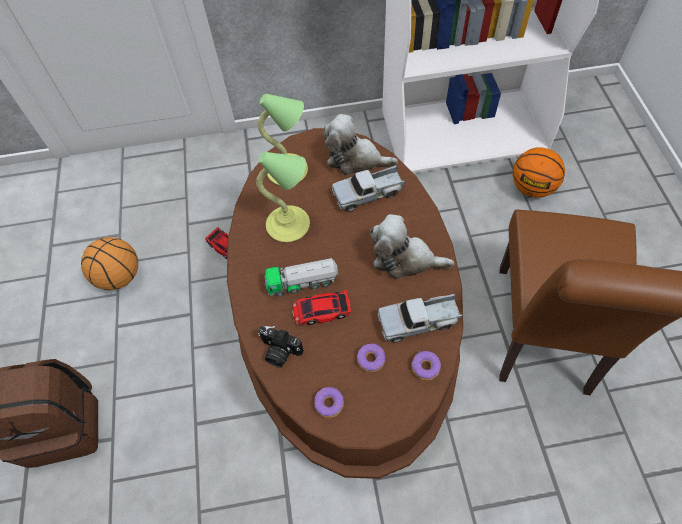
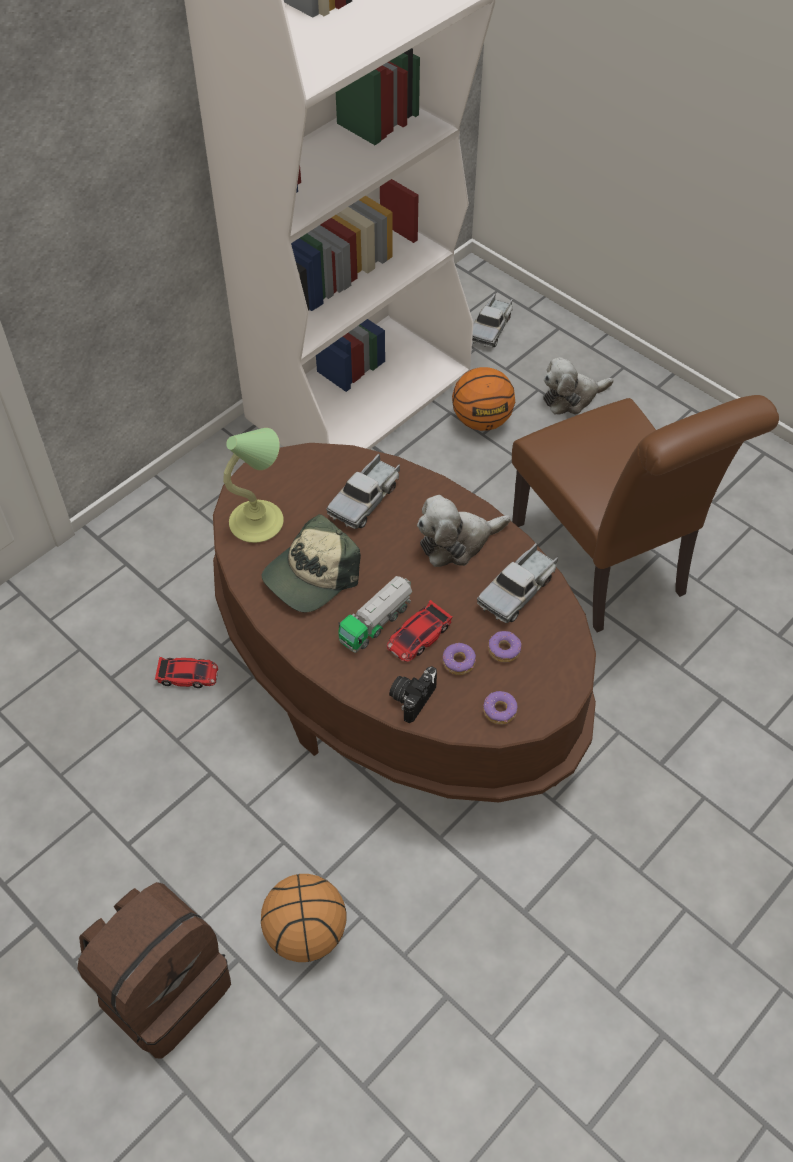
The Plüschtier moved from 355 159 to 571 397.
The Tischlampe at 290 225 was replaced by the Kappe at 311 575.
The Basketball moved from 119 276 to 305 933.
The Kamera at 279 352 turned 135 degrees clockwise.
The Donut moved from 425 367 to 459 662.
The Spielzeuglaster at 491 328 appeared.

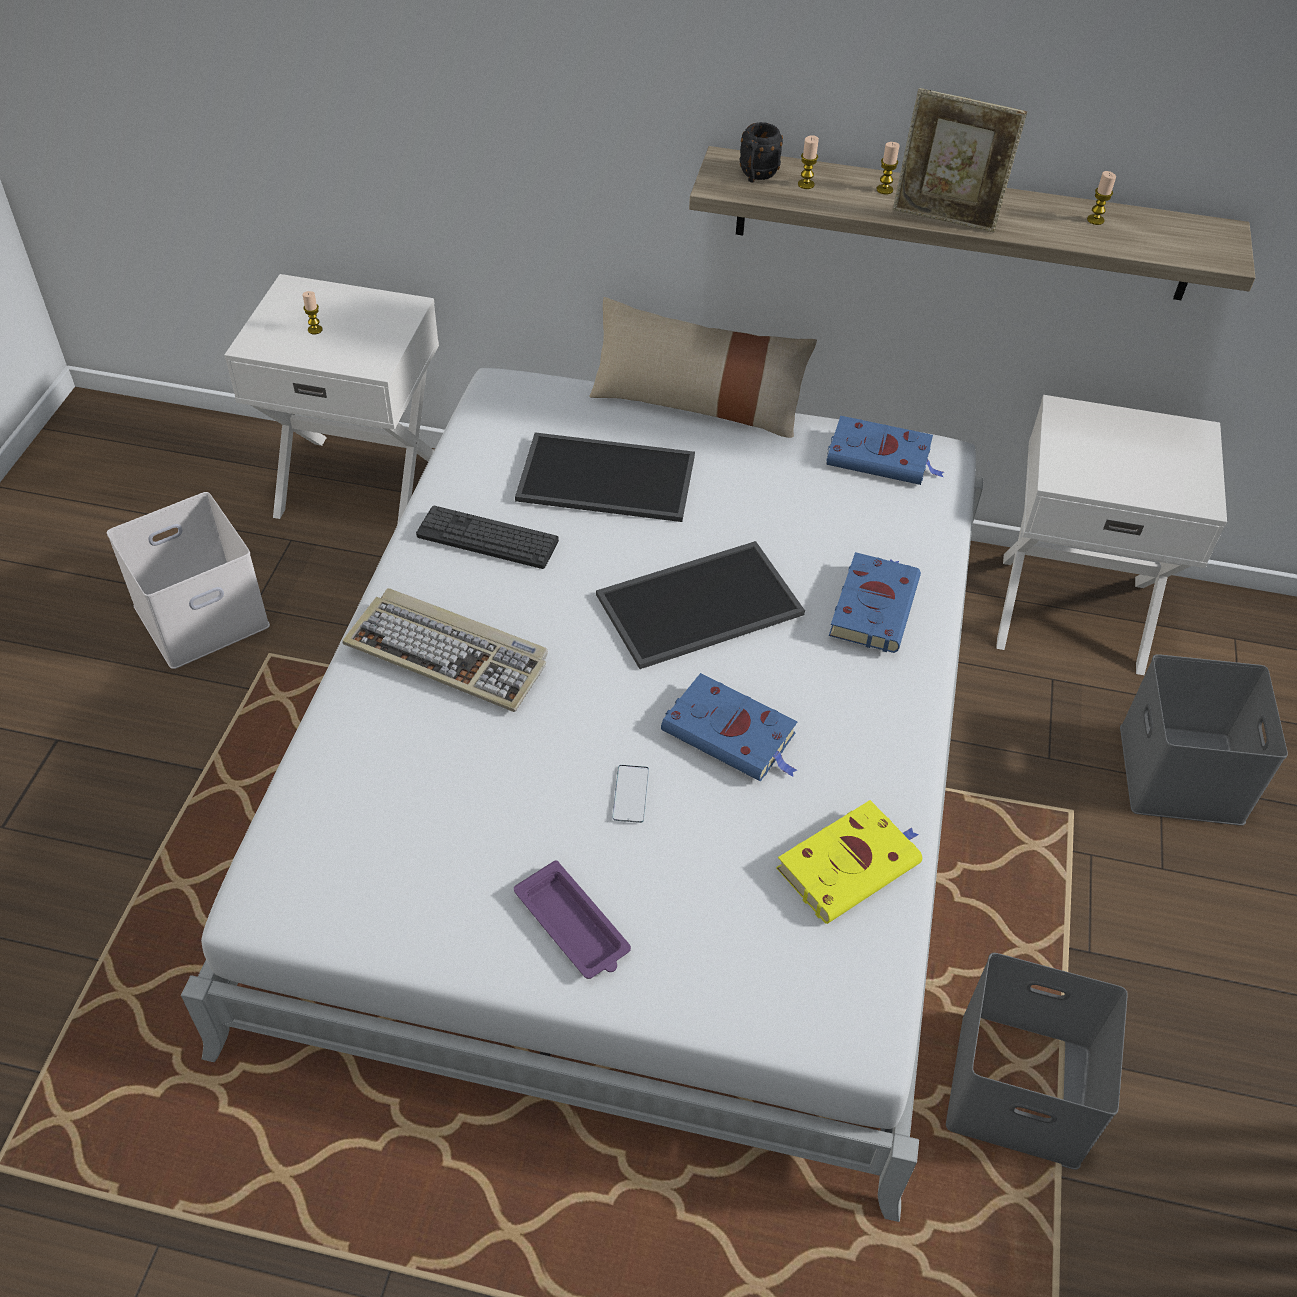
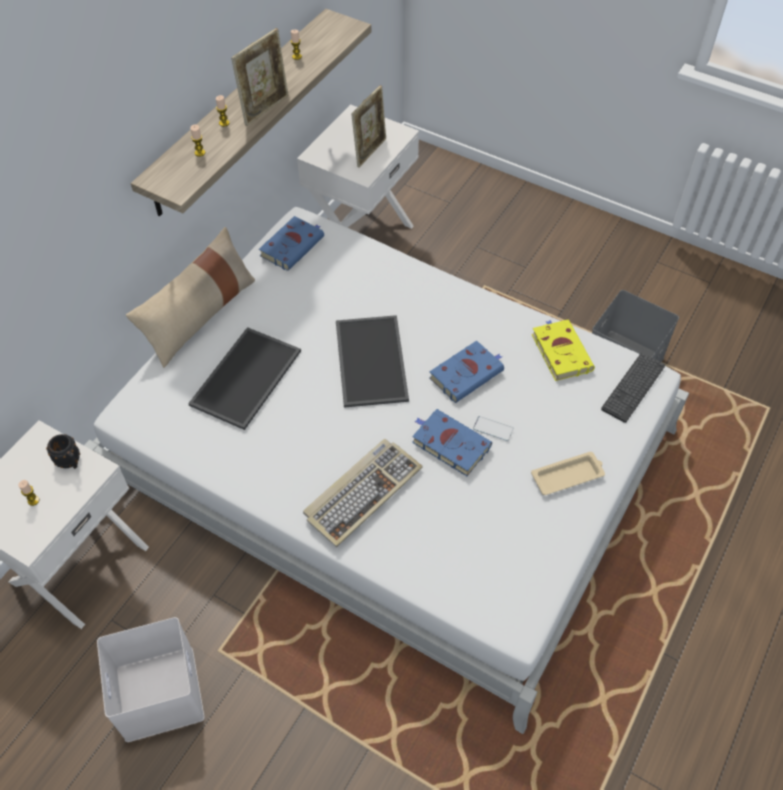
The Henkelbecher [schwarz] moved from 756 176 to 70 462.
The Tastatur moved from 487 538 to 633 387.
The Buch [blau] moved from 874 605 to 449 444.
The Aufbewahrungsbox [grau] at 1184 776 disappeared.
The Tablett [lila] at 573 926 became the Tablett [beige] at 568 476.
The Bilderrahmen at 370 152 appeared.

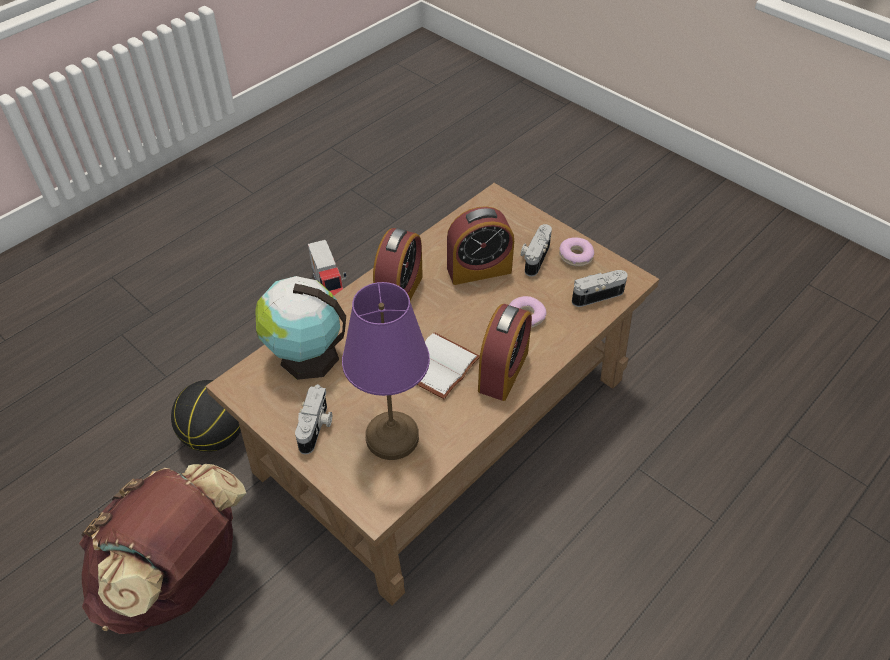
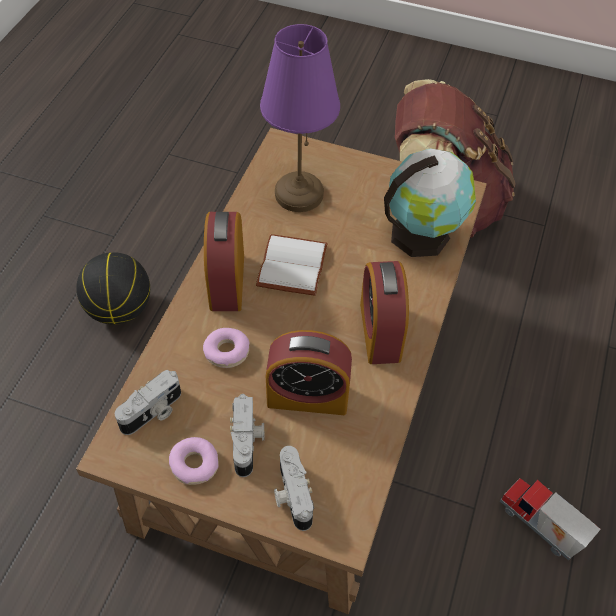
The Wecker at 479 270 turned 135 degrees counterclockwise.
The Basketball moved from 215 435 to 120 309.
The Kamera moved from 316 427 to 291 495.

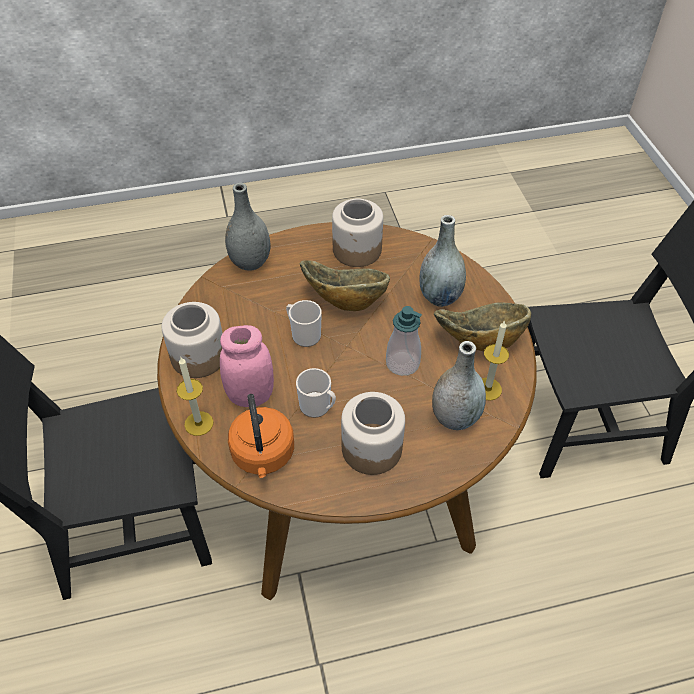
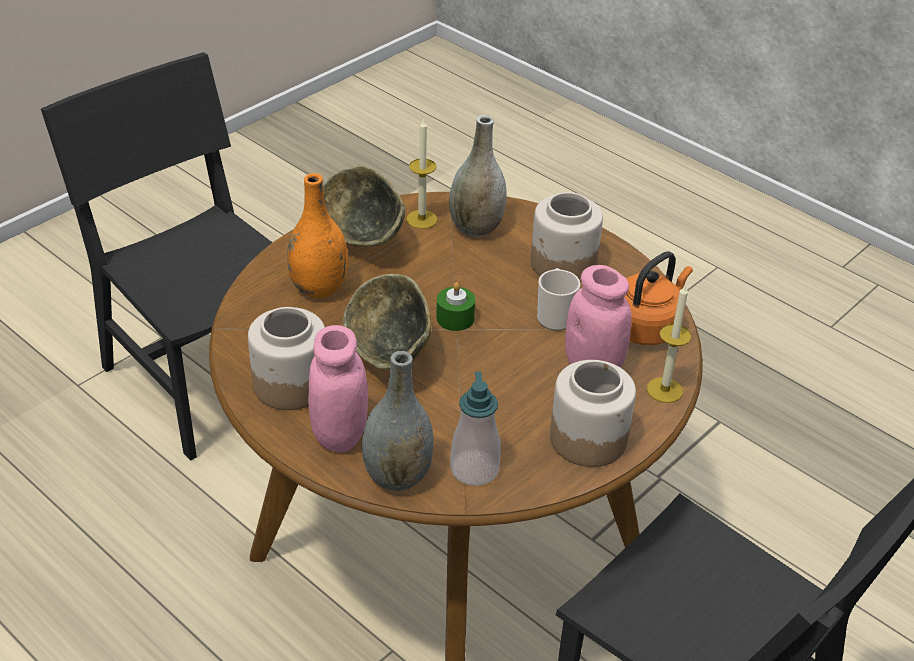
The Vase [grau] at 439 297 became the Vase [orange] at 319 288.
The Henkelbecher at 303 334 disappeared.
The Seifenspender moved from 402 363 to 474 469.
The Kerze [grün] at 455 318 appeared.
The Vorratsglas [rosa] at 339 435 appeared.

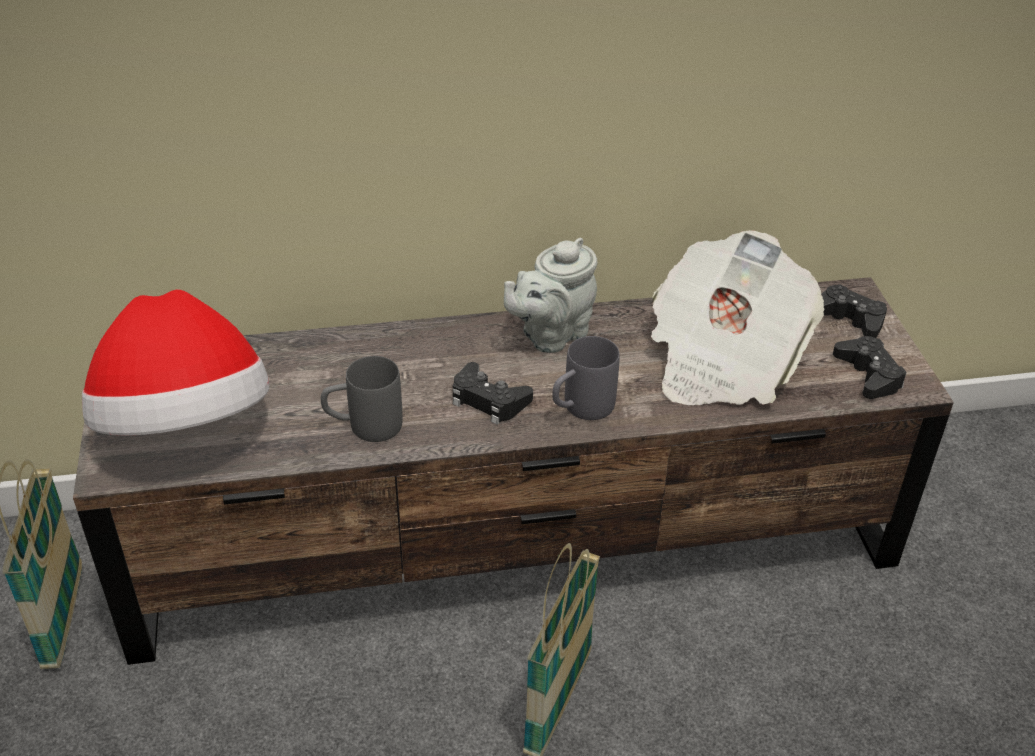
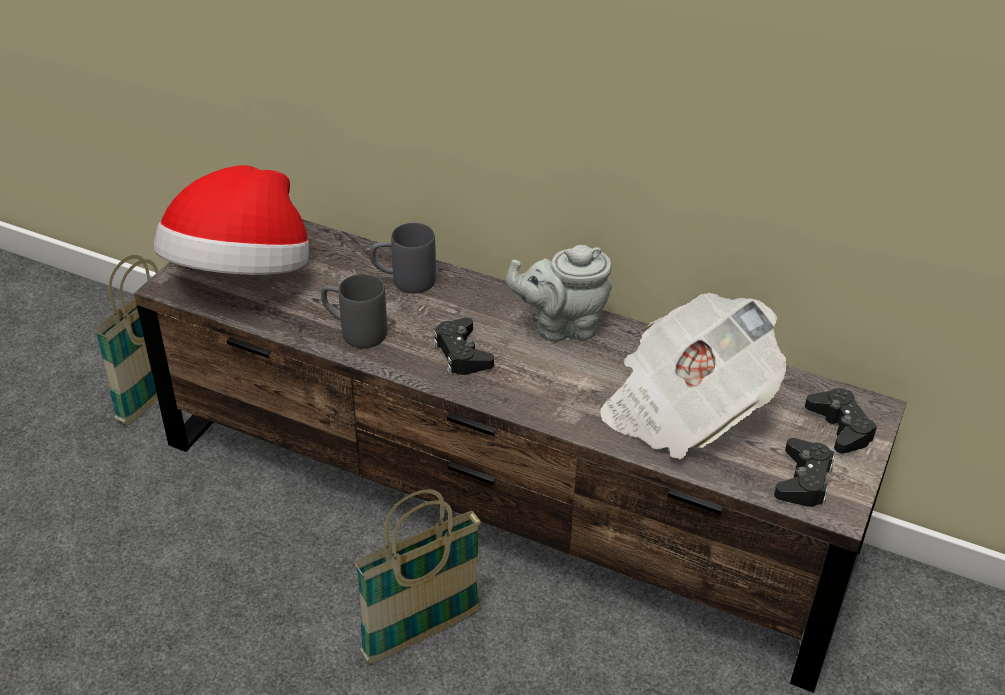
The Henkelbecher [grau] moved from 580 409 to 404 281.

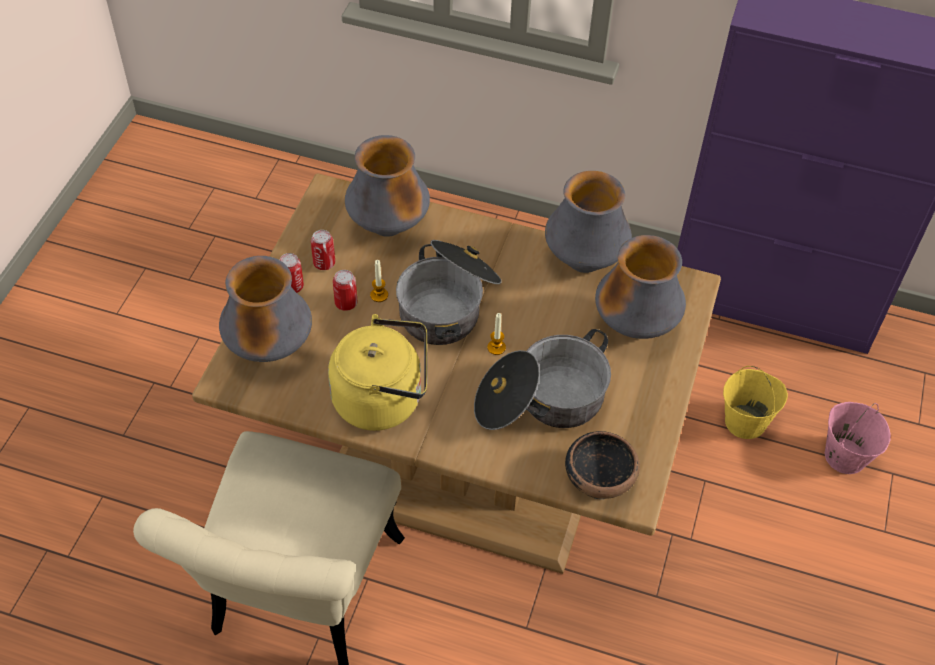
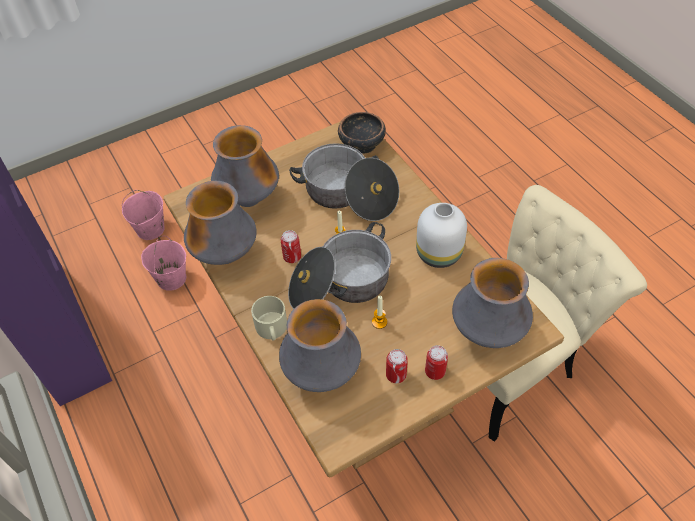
The Dose moved from 346 303 to 292 257.
The Wasserkessel [gelb] at 383 399 was replaced by the Vase [weiß] at 438 252.
The Eimer [gelb] at 745 421 became the Eimer [rosa] at 171 278.
The Henkelbecher [beige] at 272 329 appeared.

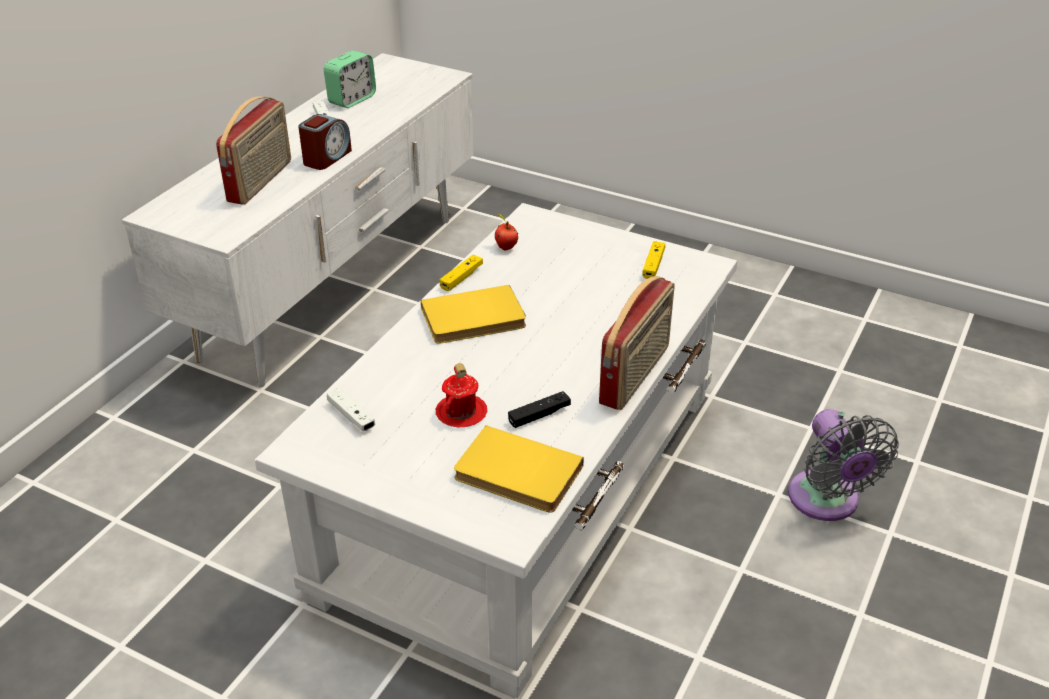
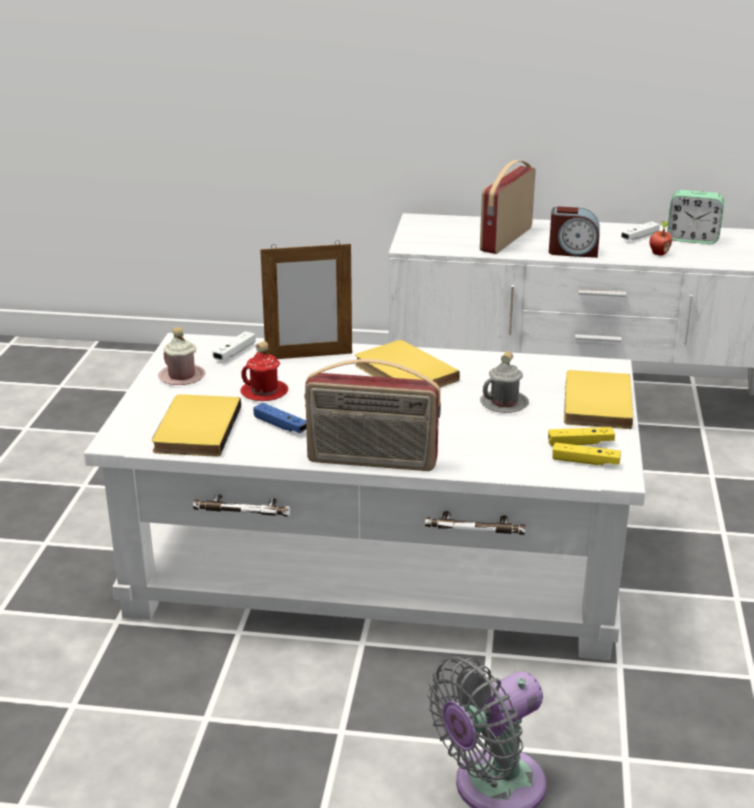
The Radio at 261 182 turned 120 degrees clockwise.
The Apfel moved from 505 247 to 658 253.
The Gamepad [gelb] moved from 461 278 to 585 462.
The Gamepad [schwarz] at 539 415 became the Gamepad [blau] at 280 425.
The Bilderrahmen at 309 356 appeared.
The Henkelbecher [rosa] at 182 377 appeared.
The Henkelbecher [grau] at 504 404 appeared.
The Buch [gelb] at 593 403 appeared.

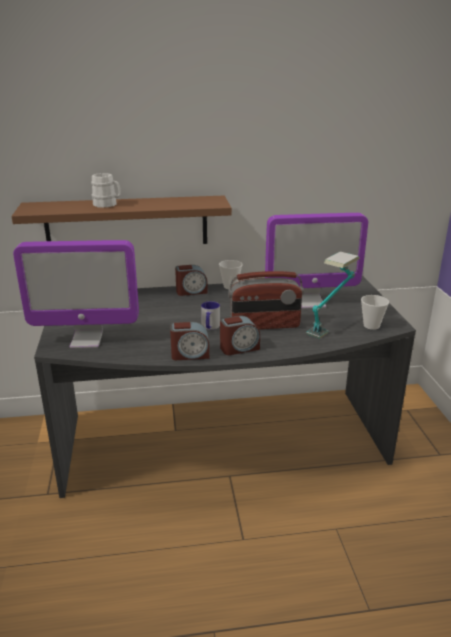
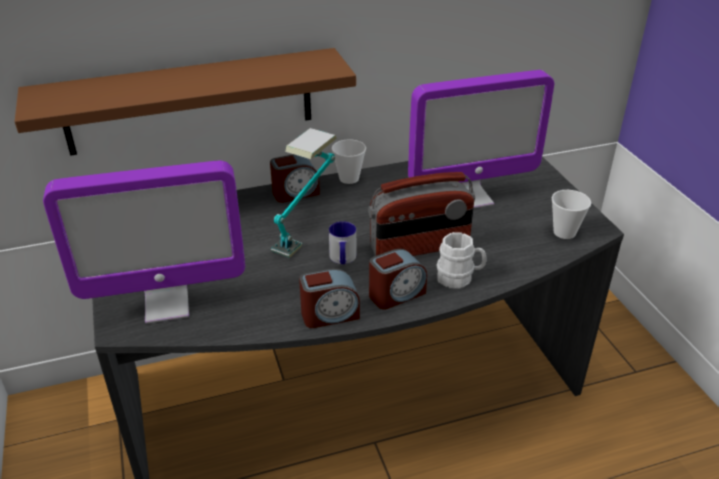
The Henkelbecher [weiß] moved from 108 205 to 459 278.
The Tischlampe moved from 330 324 to 306 230.

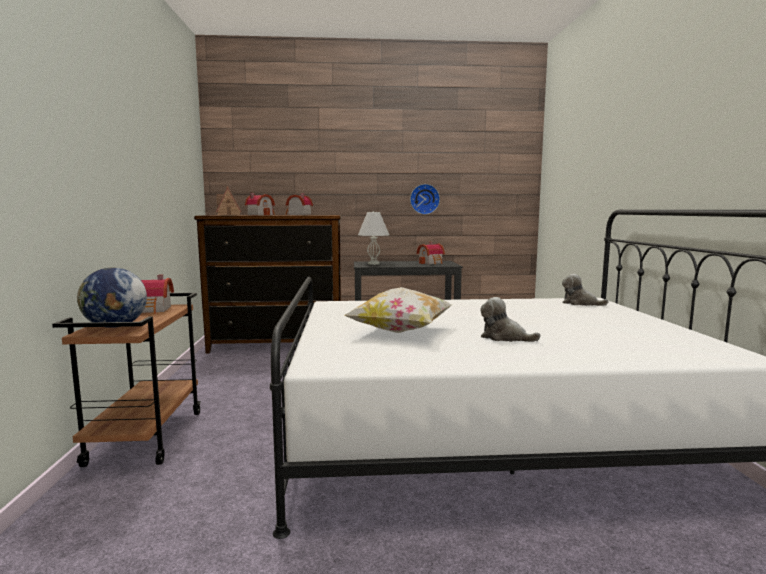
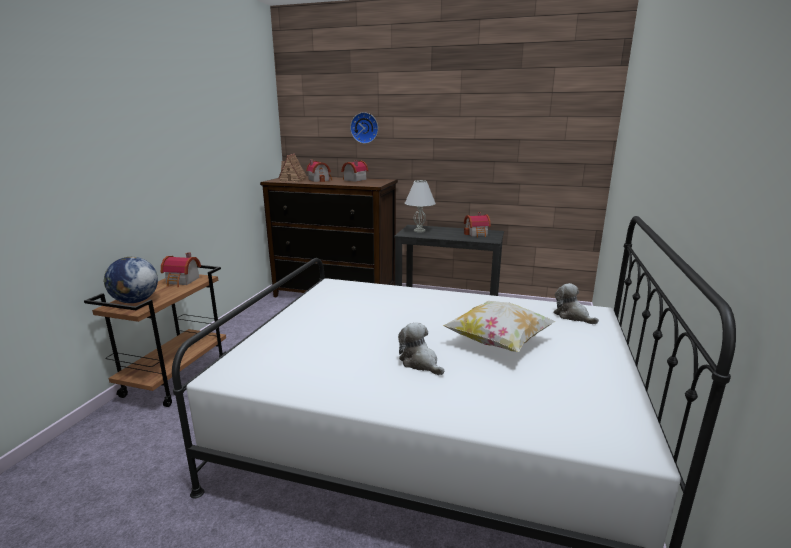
The Wanduhr moved from 424 199 to 365 128.
The Kissen moved from 401 331 to 498 342.

